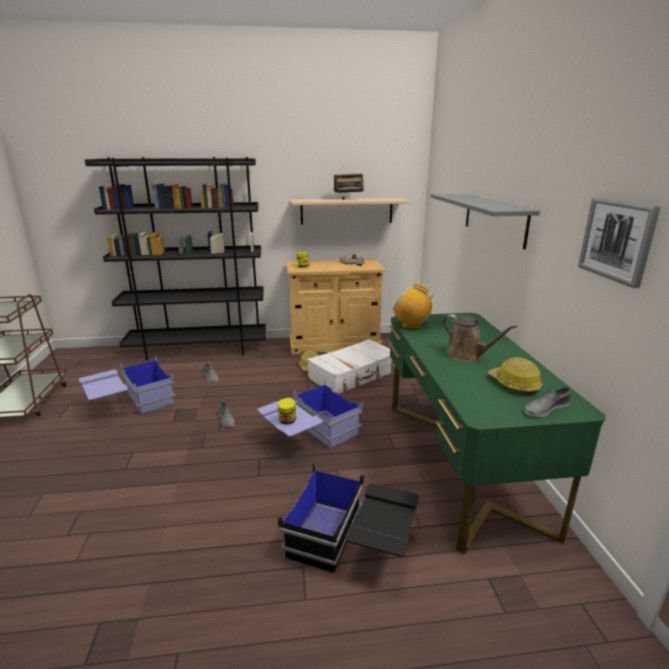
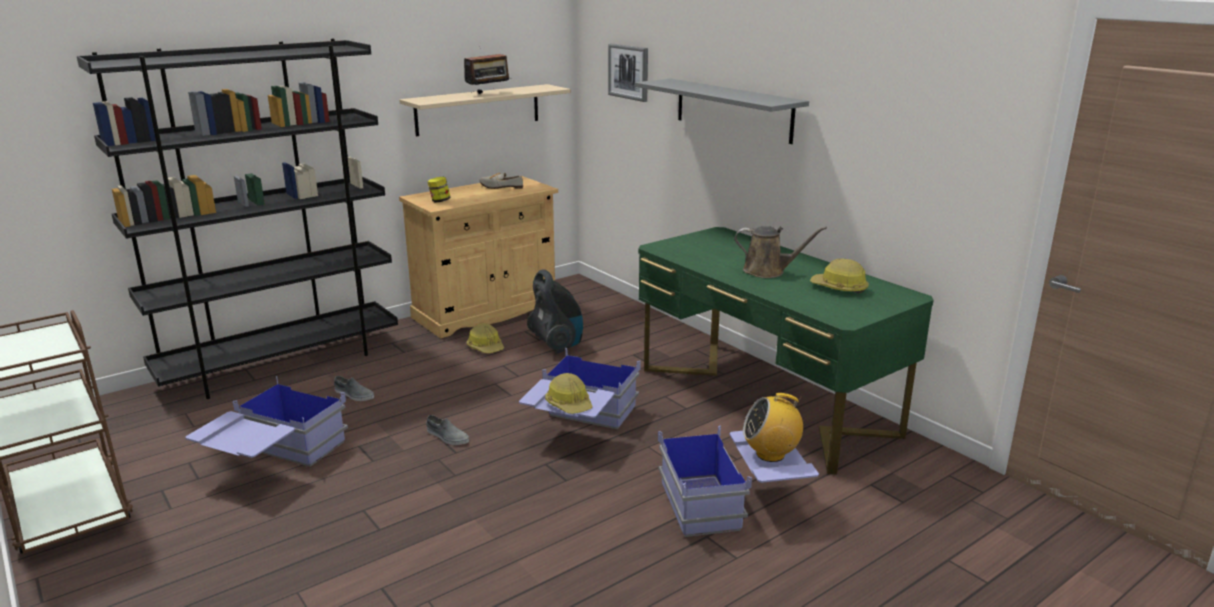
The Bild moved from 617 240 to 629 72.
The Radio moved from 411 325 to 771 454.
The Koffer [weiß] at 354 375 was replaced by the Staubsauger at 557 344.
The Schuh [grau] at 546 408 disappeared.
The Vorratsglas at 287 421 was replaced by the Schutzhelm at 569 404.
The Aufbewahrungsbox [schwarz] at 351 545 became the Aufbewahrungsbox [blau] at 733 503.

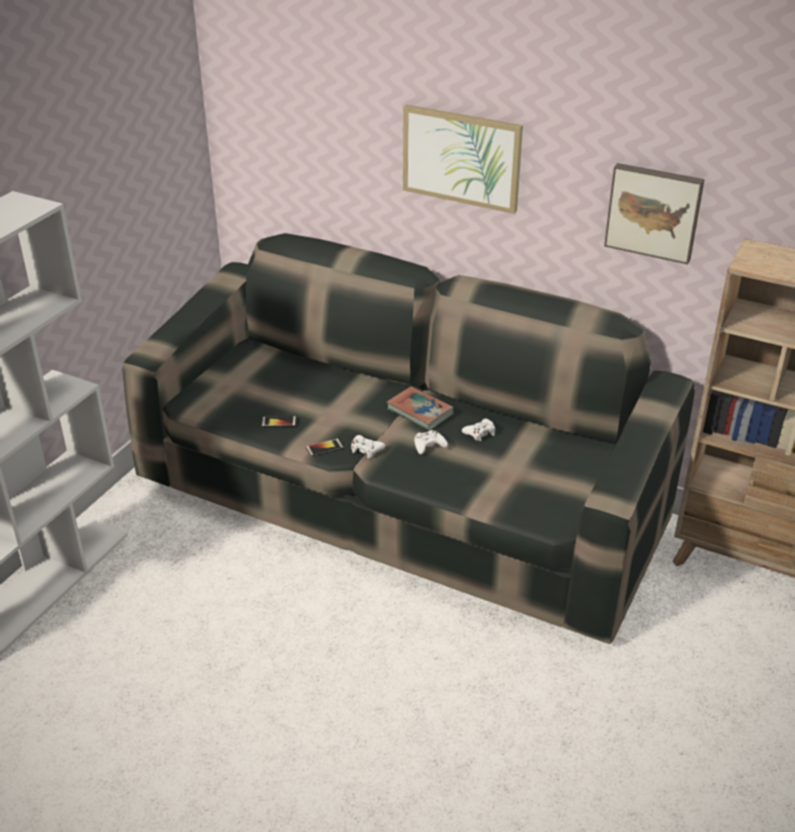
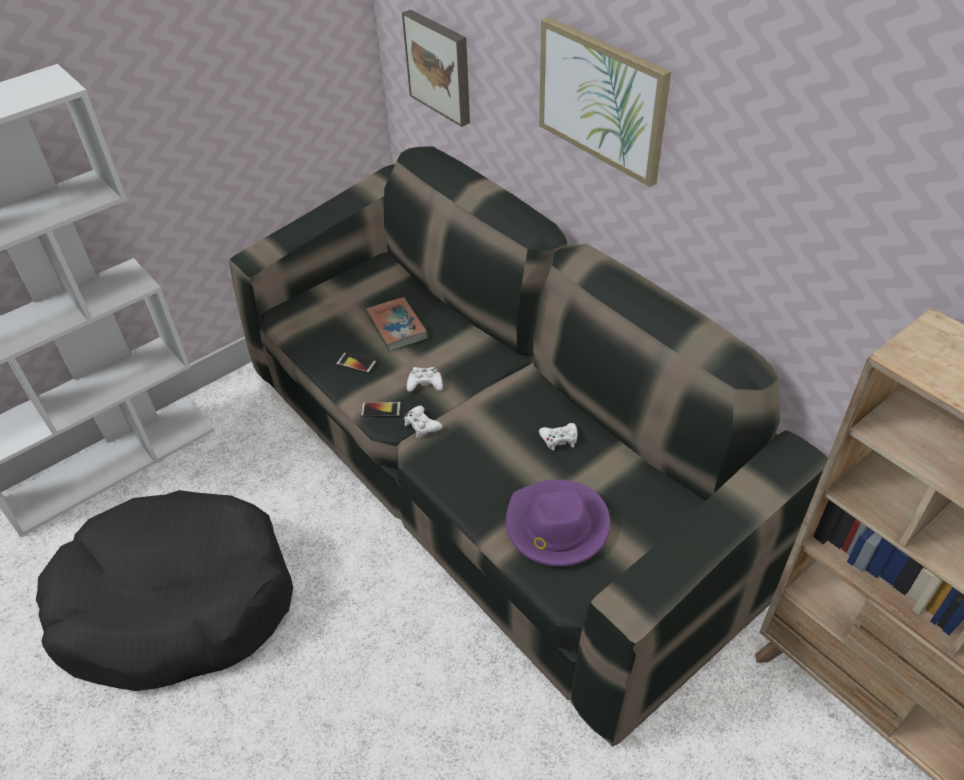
The Bild moved from 654 211 to 440 66.
The Buch moved from 420 412 to 397 327.
The Gamepad [weiß] moved from 429 446 to 425 383.
The Hut [lila] at 556 526 appeared.
The Hundebett [schwarz] at 177 604 appeared.

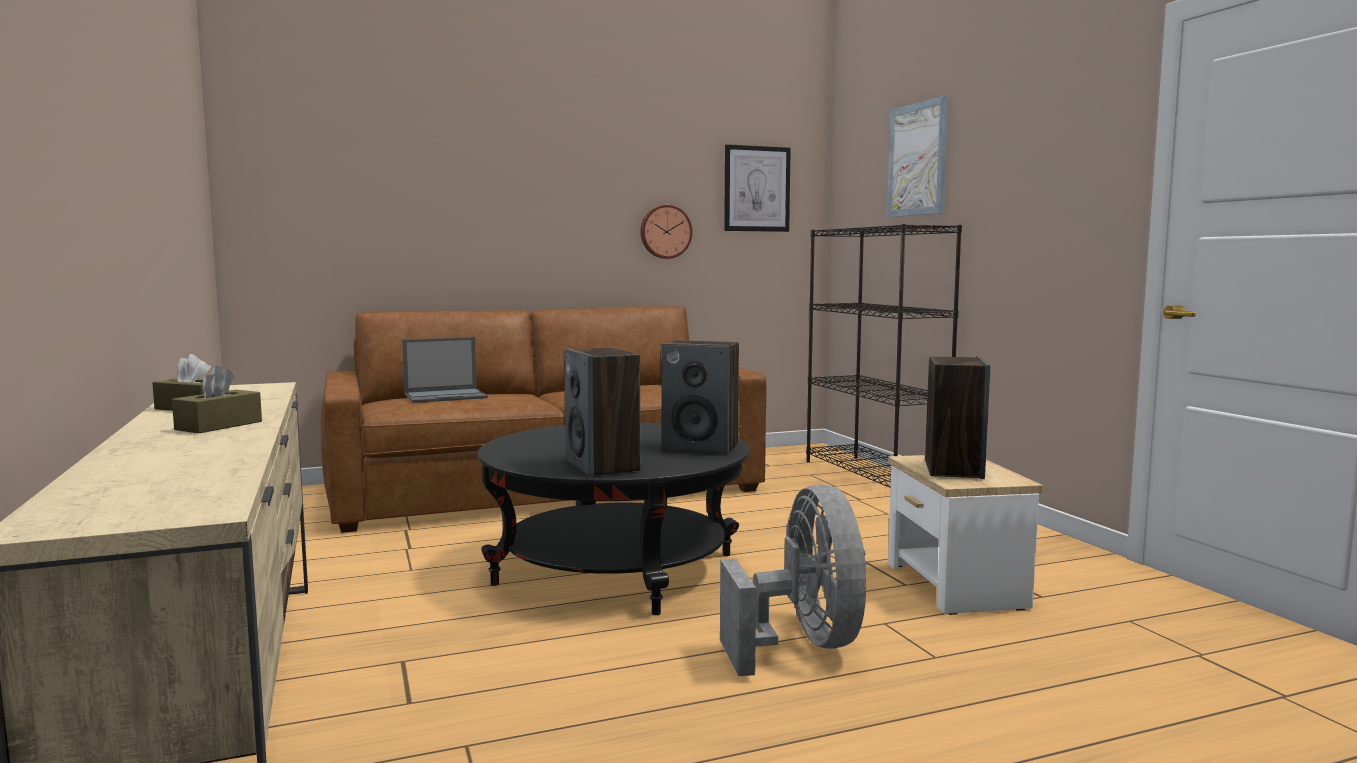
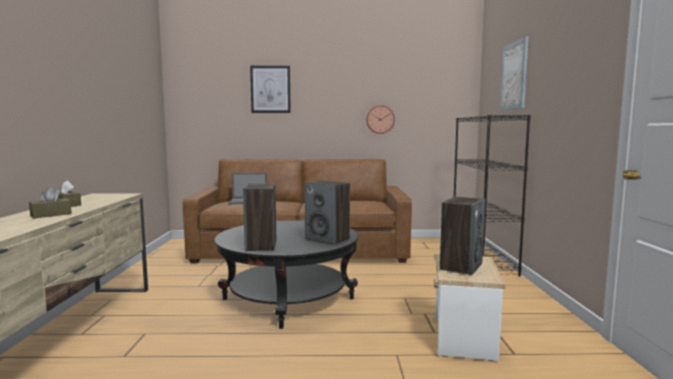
The Bild moved from 756 189 to 270 89.
The Ventilator [grau] at 803 645 disappeared.

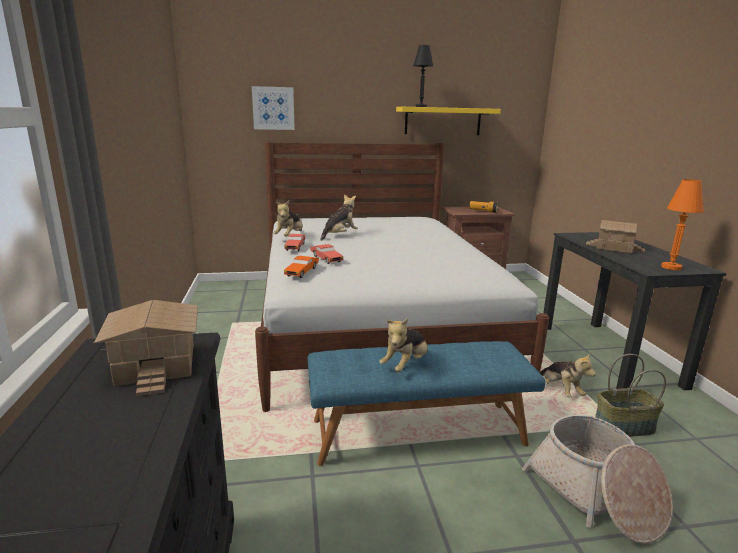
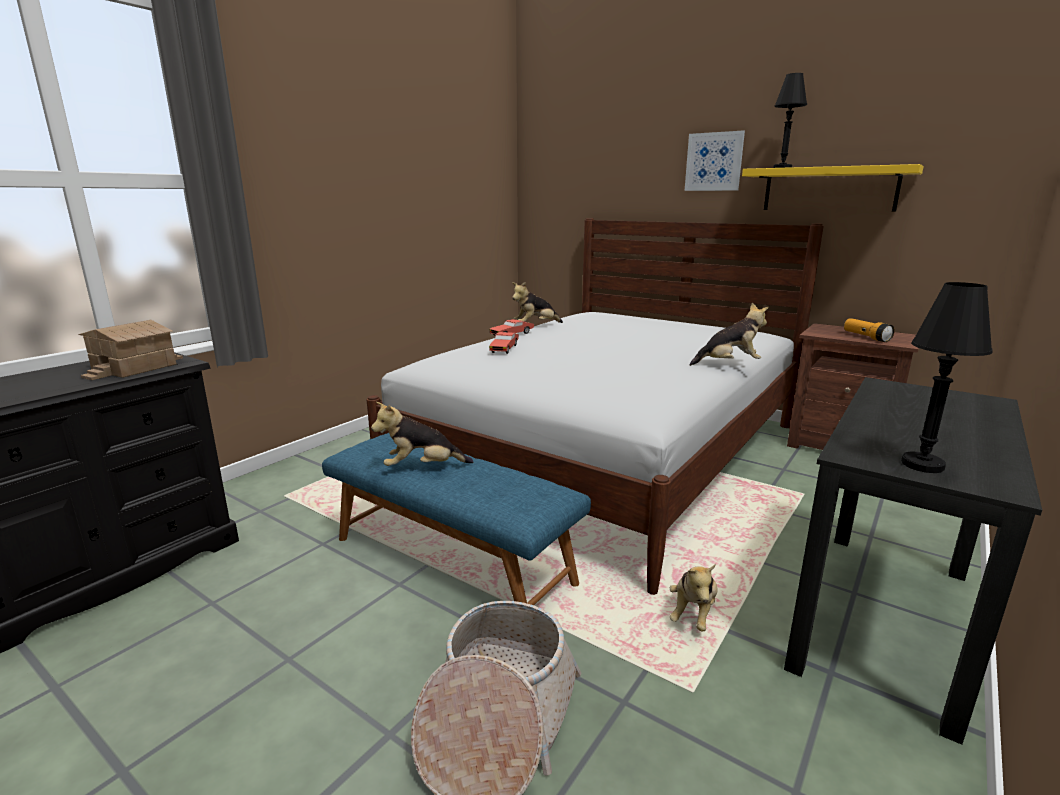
The Bild moved from 273 108 to 714 162.
The Tischlampe [orange] at 671 267 became the Tischlampe [schwarz] at 922 465.
The Plüschtier moved from 339 235 to 729 364.
The Spielzeughaus at 614 247 disappeared.
The Spielzeugauto [orange] at 302 272 disappeared.
The Korb at 624 428 disappeared.

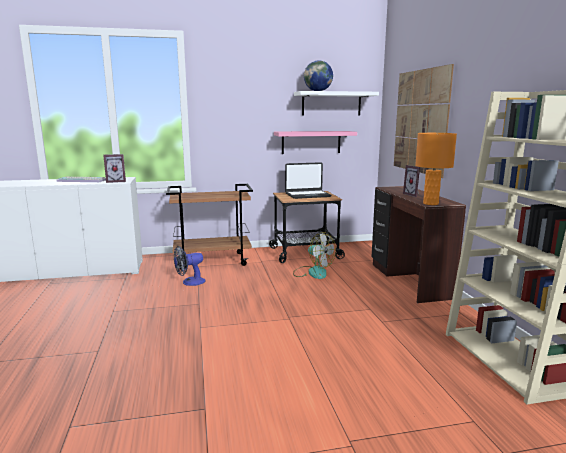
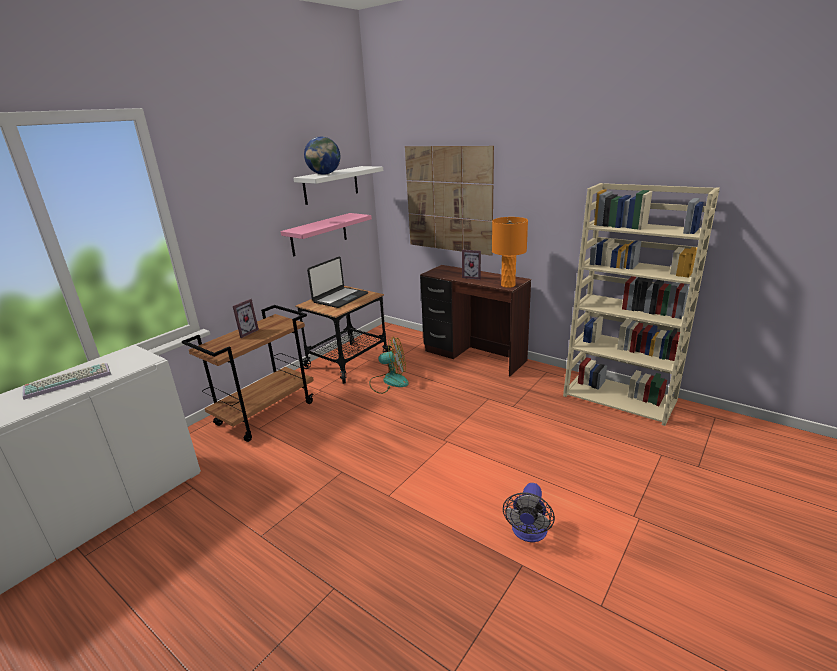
The Bilderrahmen moved from 116 181 to 245 332.
The Ventilator moved from 189 282 to 528 533.

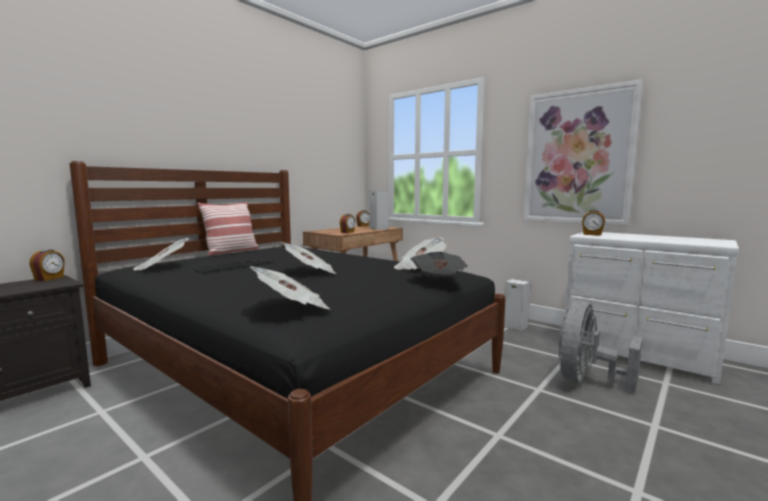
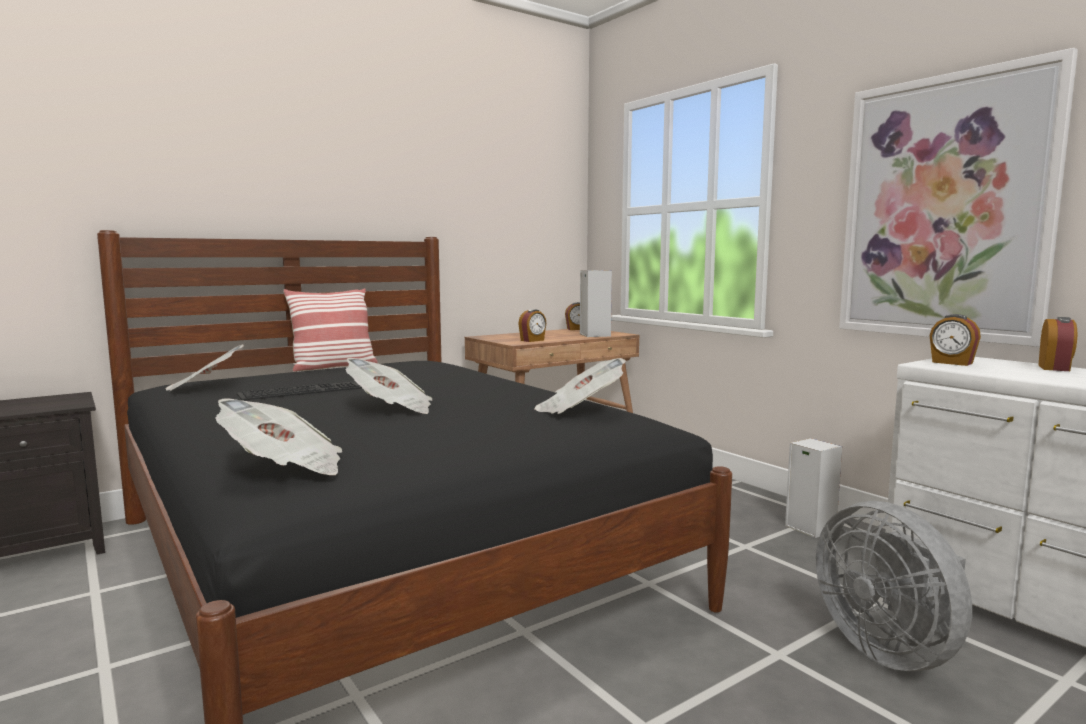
The Wecker moved from 49 278 to 1055 368.
The Zeitung at 439 279 disappeared.
The Ventilator [grau] at 586 380 turned 75 degrees counterclockwise.

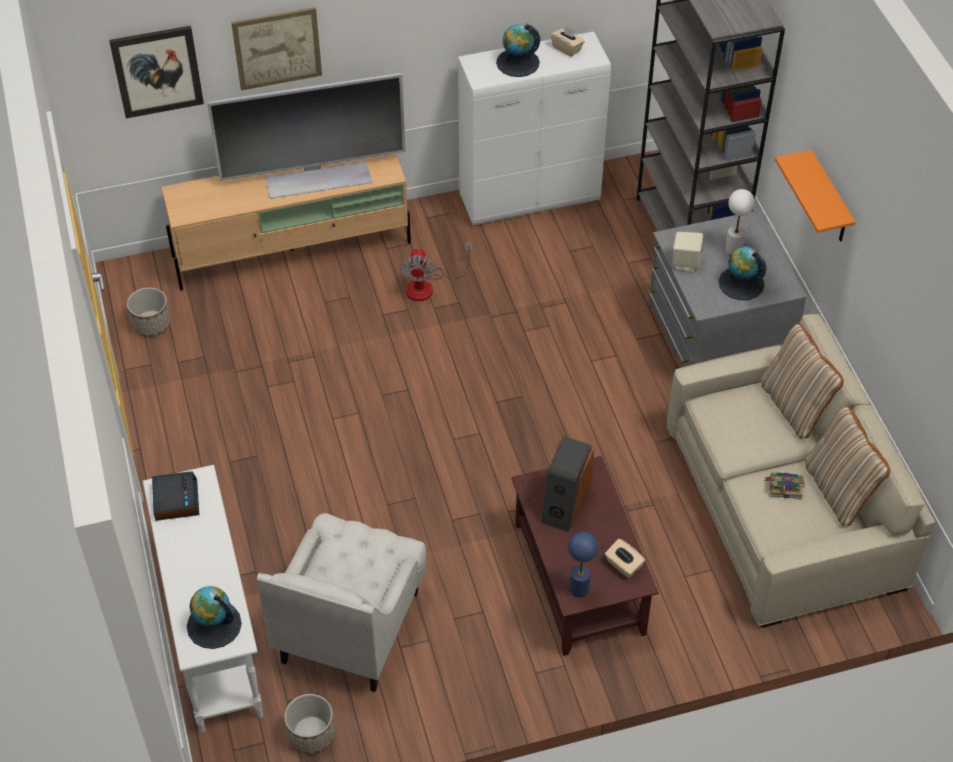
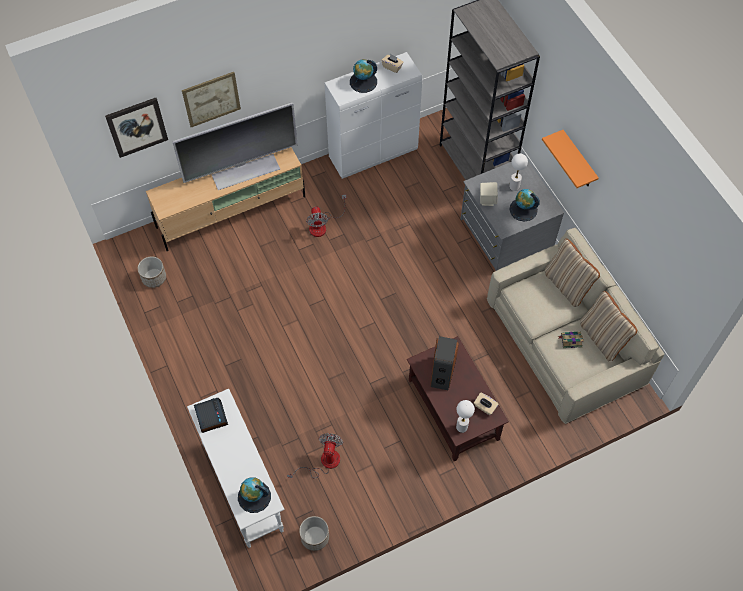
The Sessel [weiß] at 351 625 was replaced by the Ventilator at 323 463.
The Tischlampe [blau] at 579 589 became the Tischlampe [weiß] at 461 427.

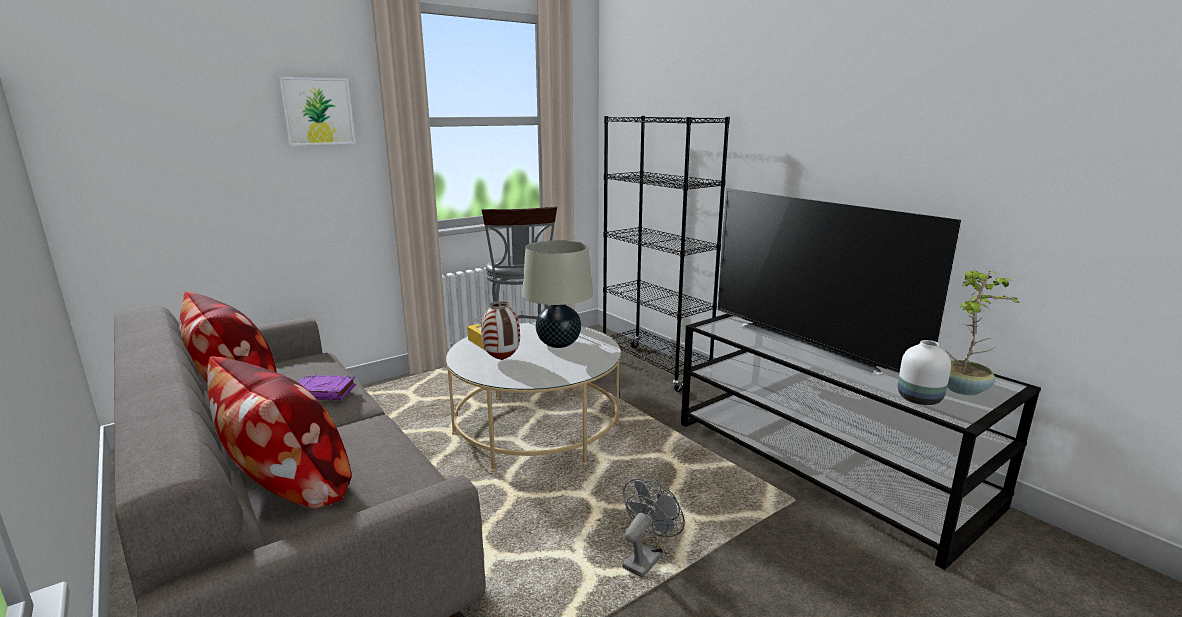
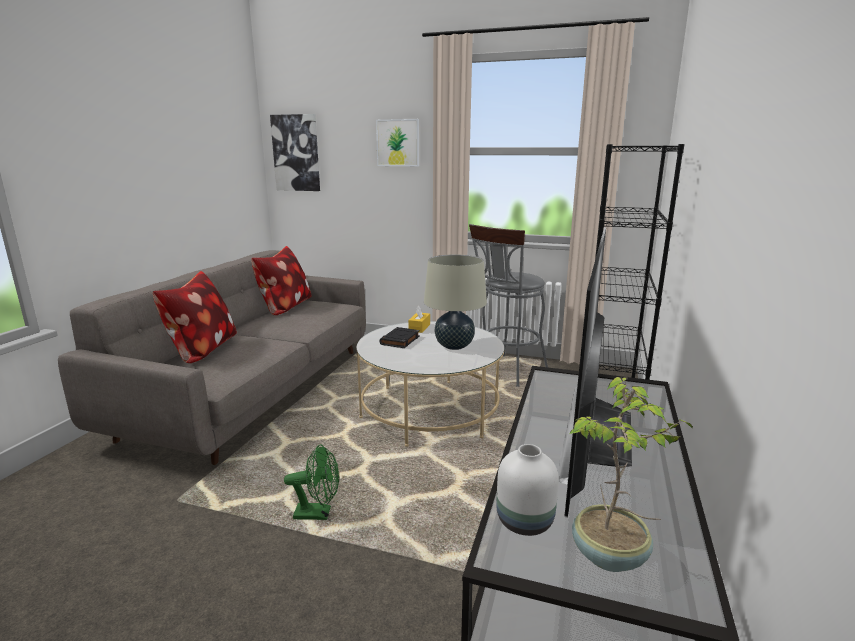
The Vase at 502 360 was replaced by the Buch [schwarz] at 400 340.
The Buch [lila] at 324 392 disappeared.
The Ventilator [grau] at 646 558 became the Ventilator [grün] at 318 513.
The Bild at 296 153 appeared.

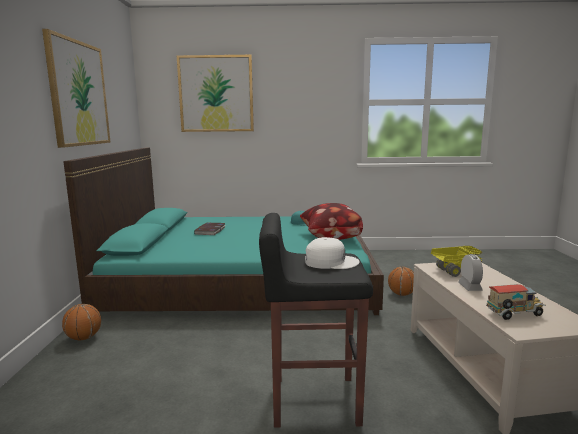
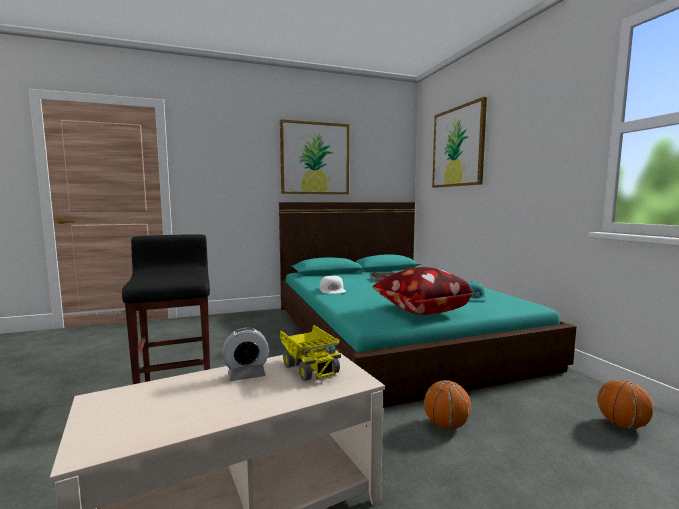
The Kappe [weiß] moved from 330 261 to 333 290.
The Spielzeuglaster at 514 315 disappeared.
The Basketball moved from 84 338 to 622 424.

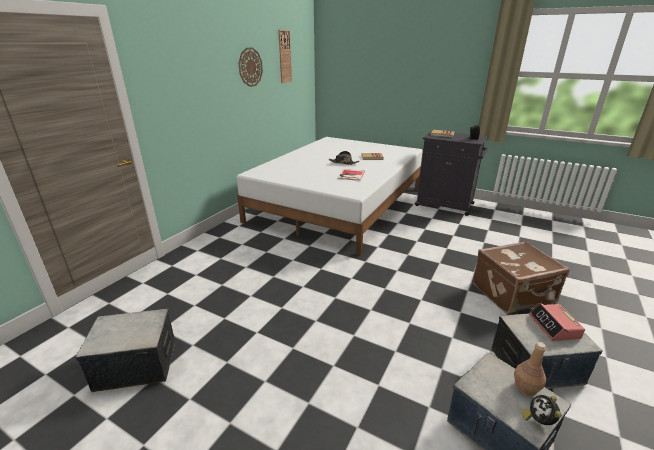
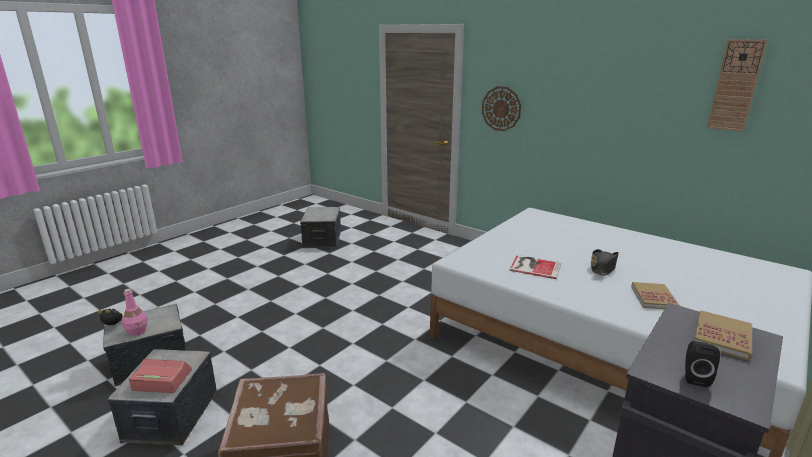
The Wanduhr moved from 250 67 to 501 108.
The Flasche [braun] at 525 387 became the Flasche [rosa] at 137 331.

